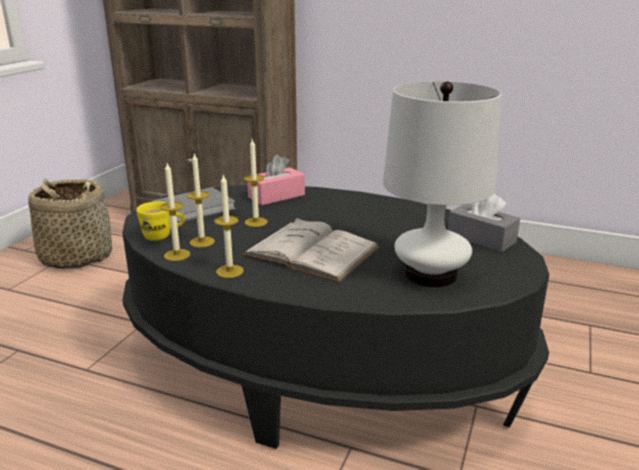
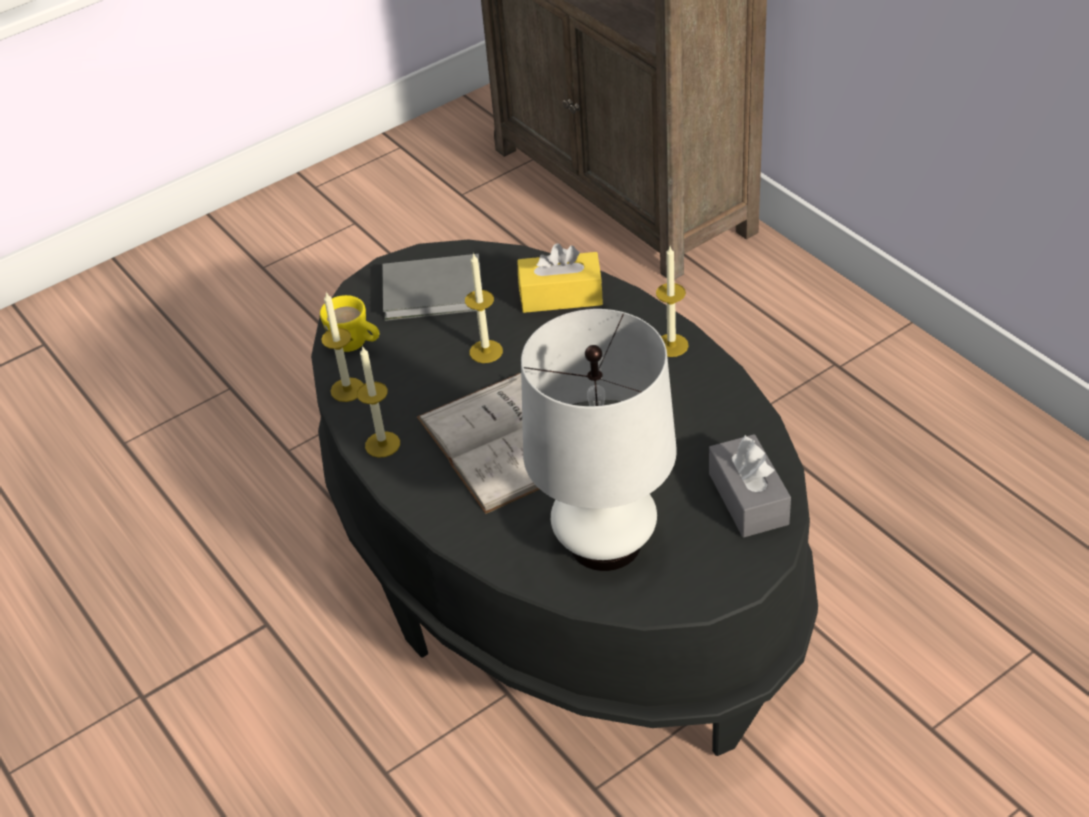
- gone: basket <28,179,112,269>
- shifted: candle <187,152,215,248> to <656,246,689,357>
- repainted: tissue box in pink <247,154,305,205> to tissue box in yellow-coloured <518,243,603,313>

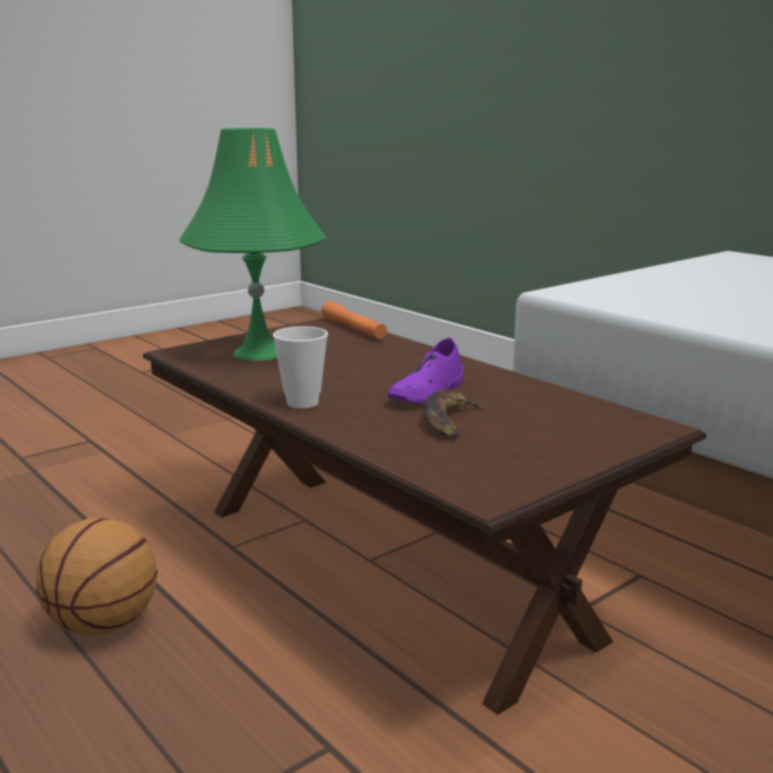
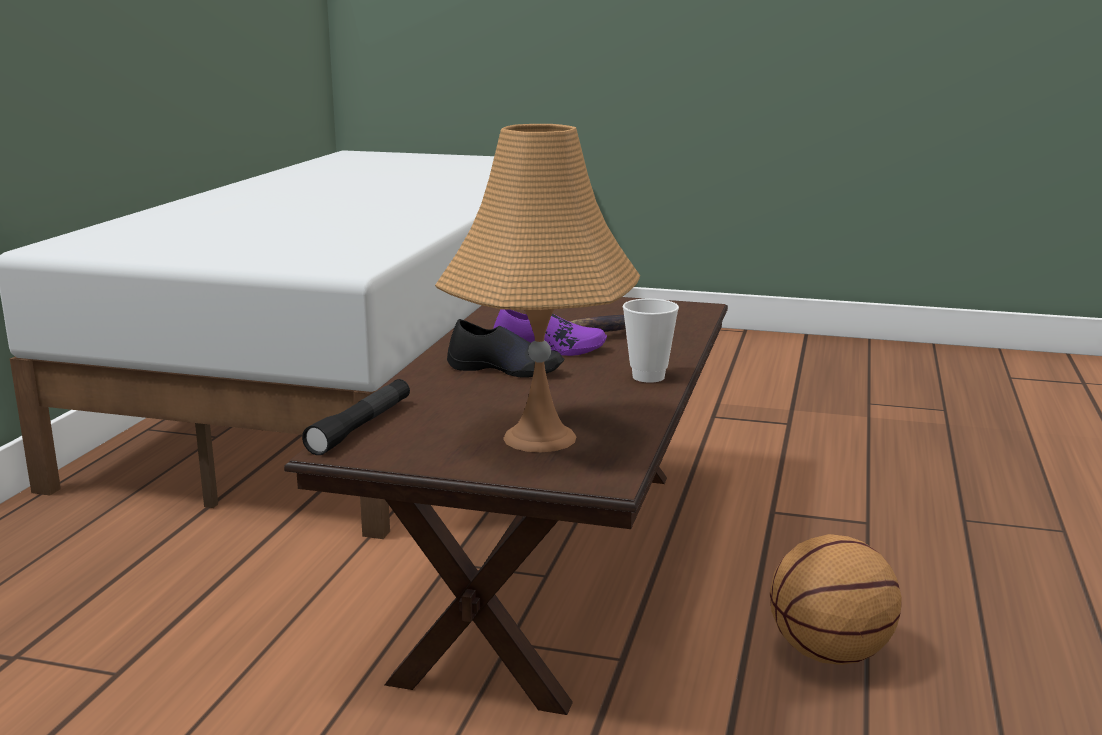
- new: item of footwear in blackish <447,319,564,378>
- repainted: tabletop lamp in greenish <179,128,327,361> to tabletop lamp in orangey <435,124,640,452>
- repainted: torch in orangey <321,301,387,339> to torch in blackish <302,379,410,455>

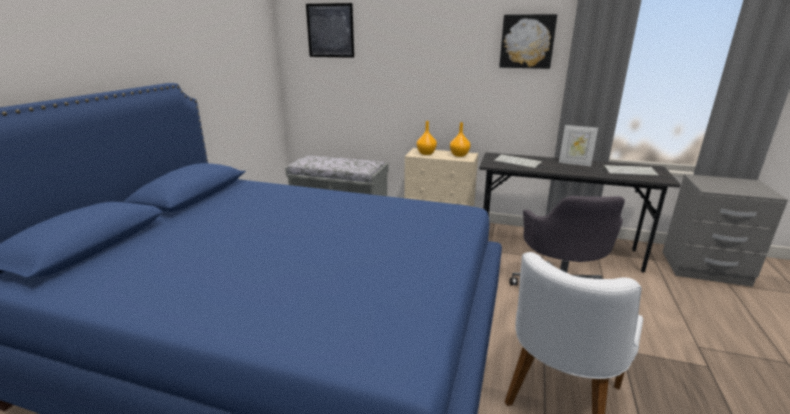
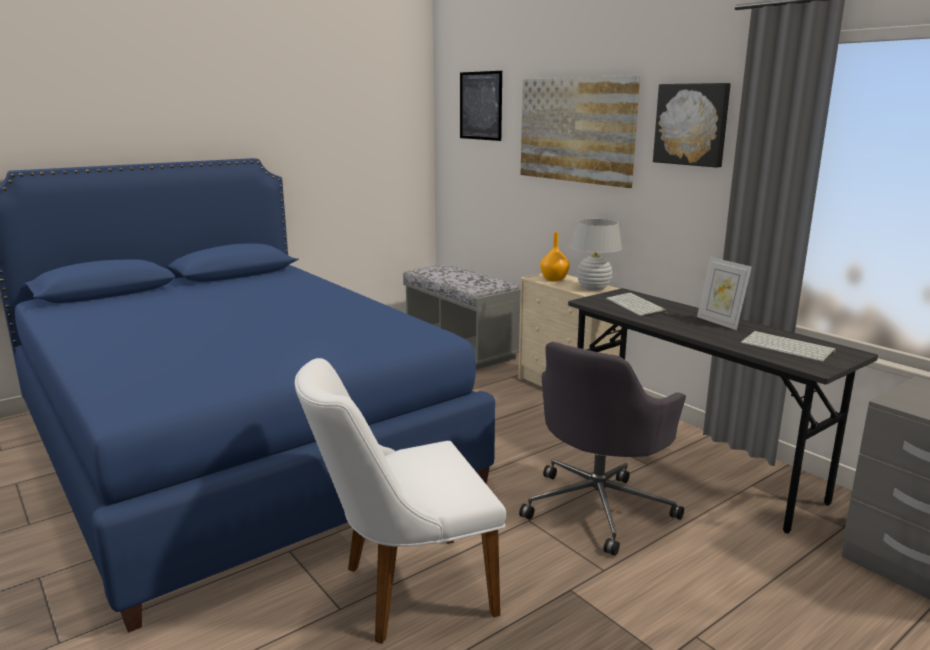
- new: wall art <521,76,640,188>
- swapped: vase in orangey <450,122,470,157> to tabletop lamp in white <570,219,622,290>

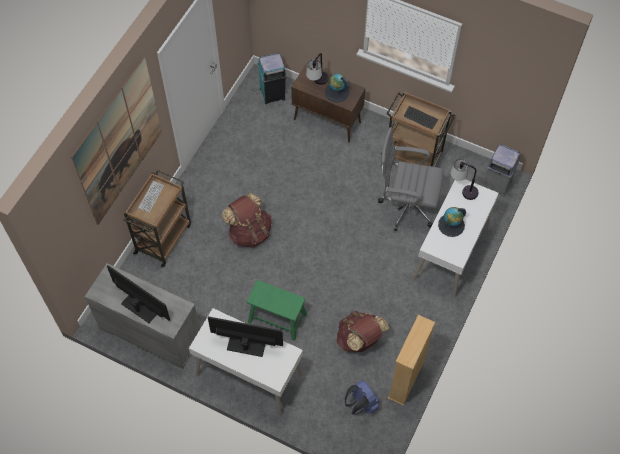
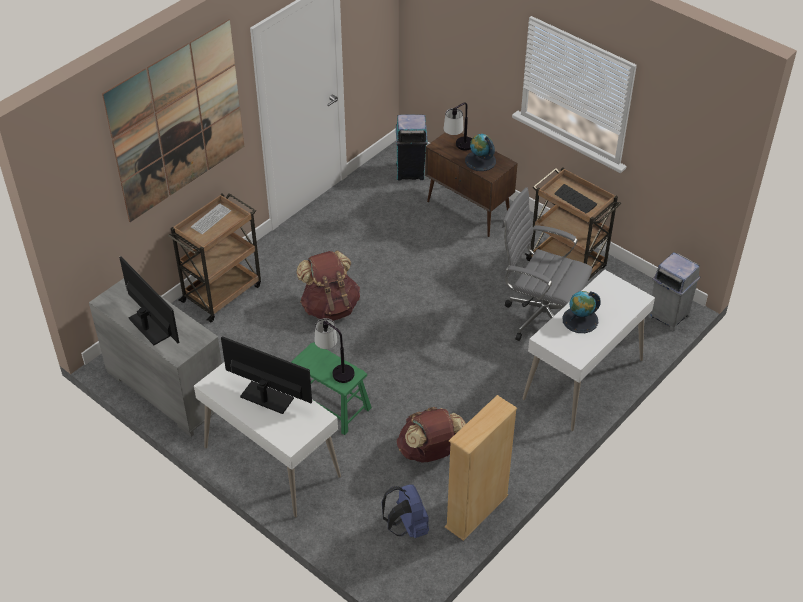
- shifted: tabletop lamp <450,159,479,200> to <314,318,354,383>

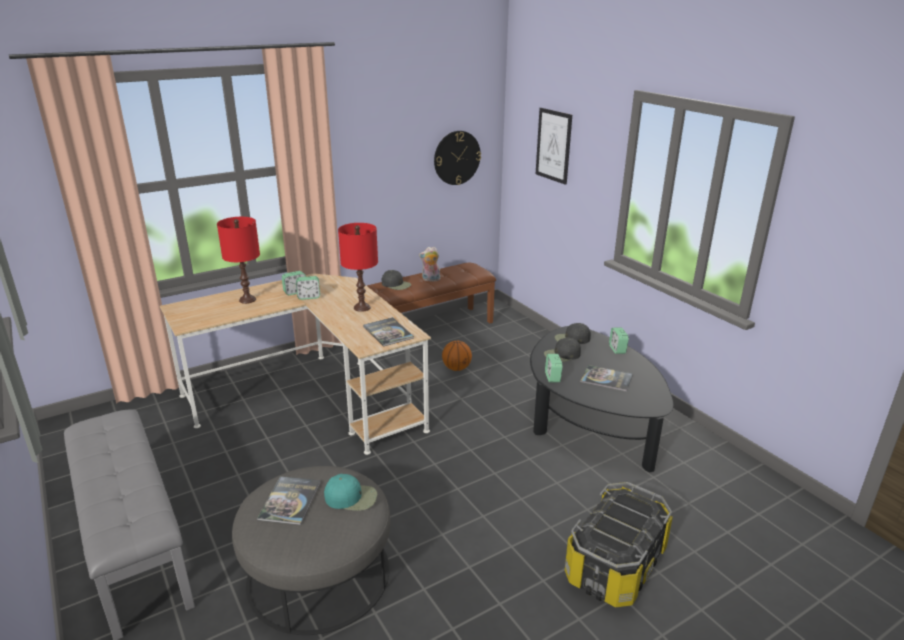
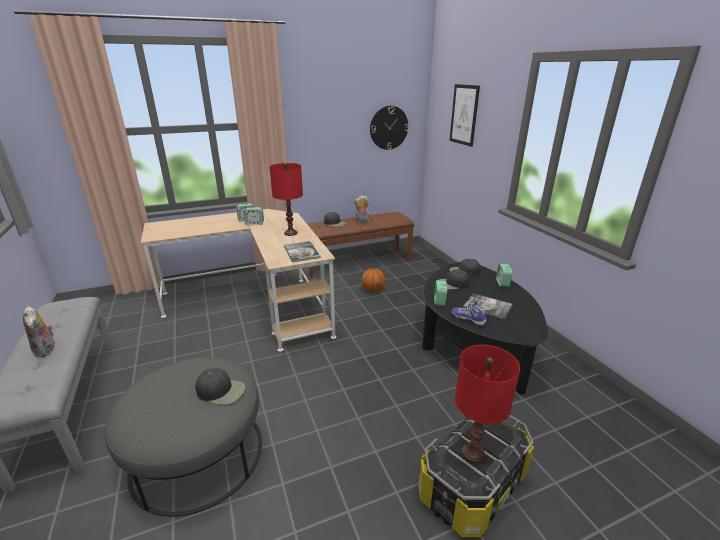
- gone: bound book <257,476,321,525>
- new: cuddly toy <23,306,55,357>
- new: item of footwear <451,302,487,327>
- shifted: tabletop lamp in red-coloured <217,217,260,304> to <455,345,520,463>
- repainted: cap in turquoise-coloured <324,474,377,511> to cap in blackish <195,368,245,405>

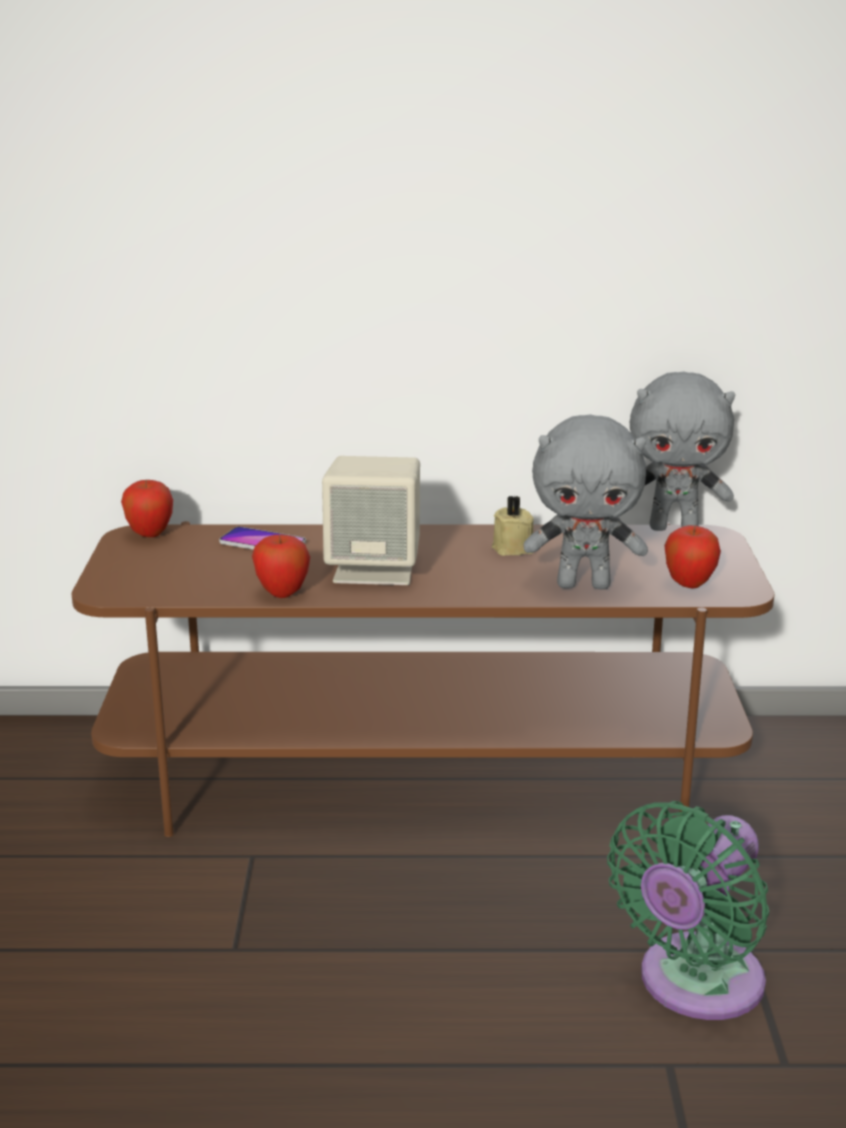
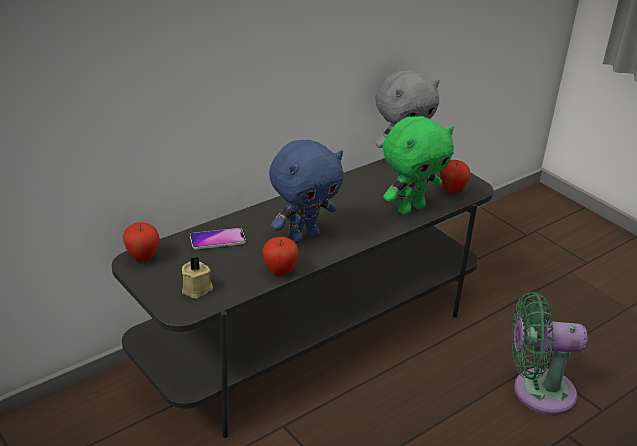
- shifted: candle in sand-coloured <492,496,534,556> to <182,256,213,299>
- swapped: loudspeaker in sand-coloured <322,456,420,585> to cuddly toy in bluish <269,140,344,243>
- repainted: media console in brownish <71,521,775,837> to media console in gray <112,158,494,438>
- repainted: cuddly toy in gray <524,414,648,590> to cuddly toy in greenish <383,116,454,215>
- rotated: cooling fan in greenish <607,801,769,1020> = <511,292,587,415> 90 degrees clockwise

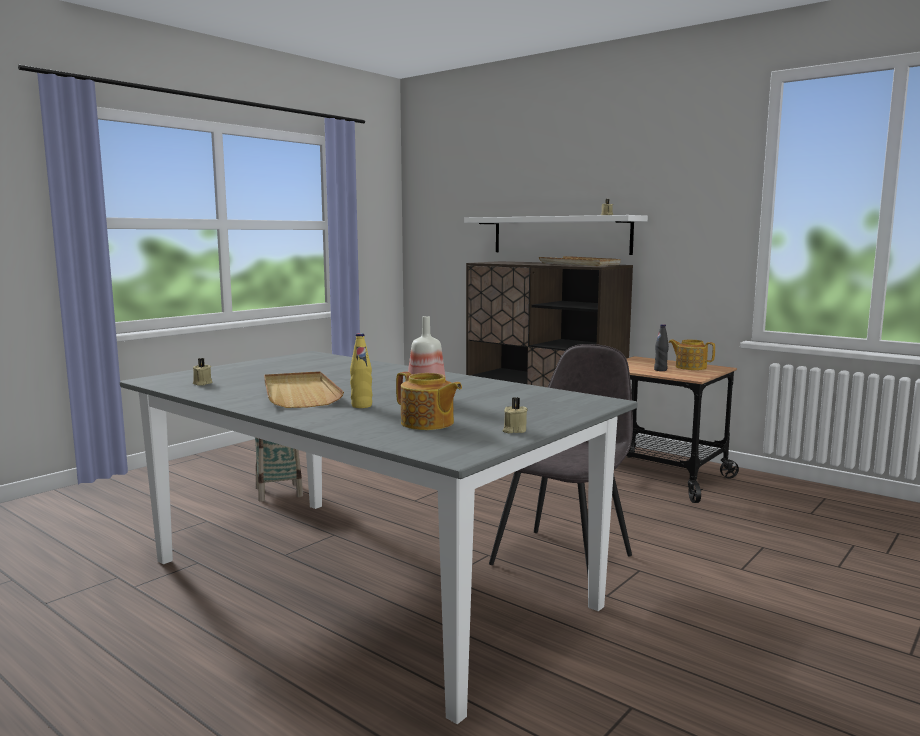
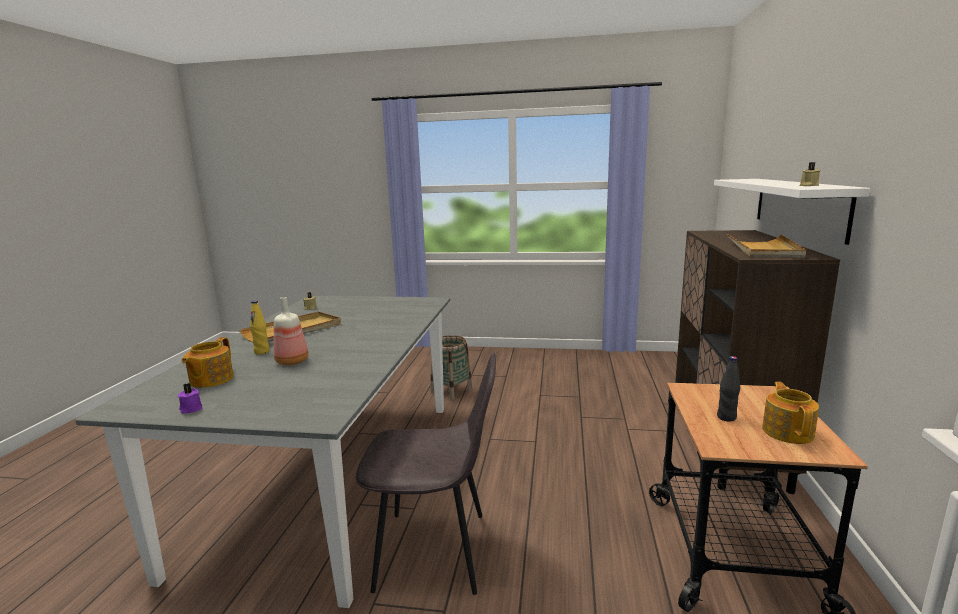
- repainted: candle in sand-coloured <503,397,528,433> to candle in purplish <178,383,203,414>

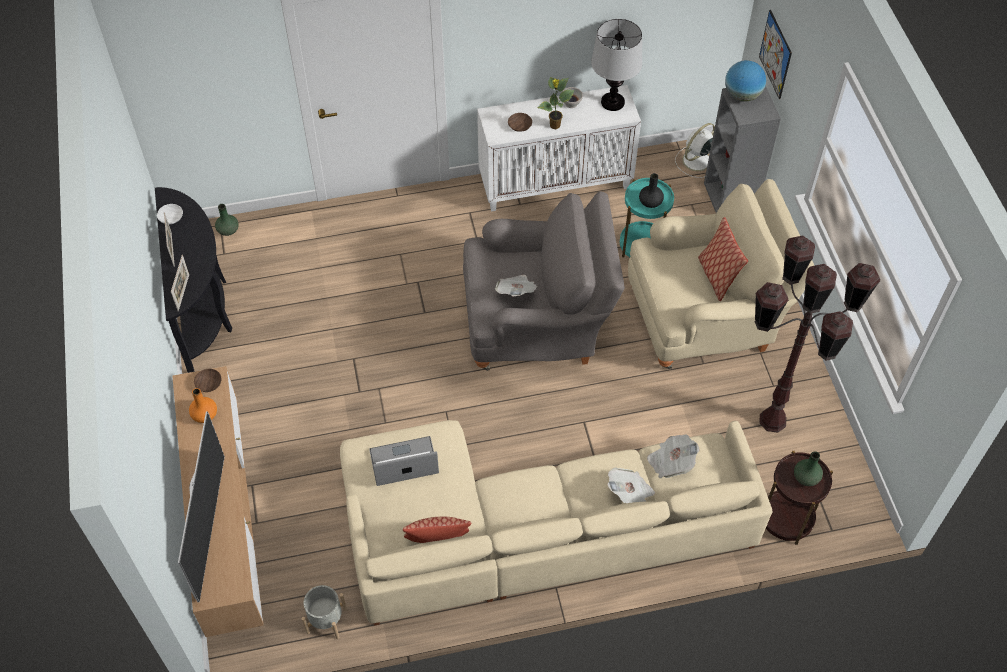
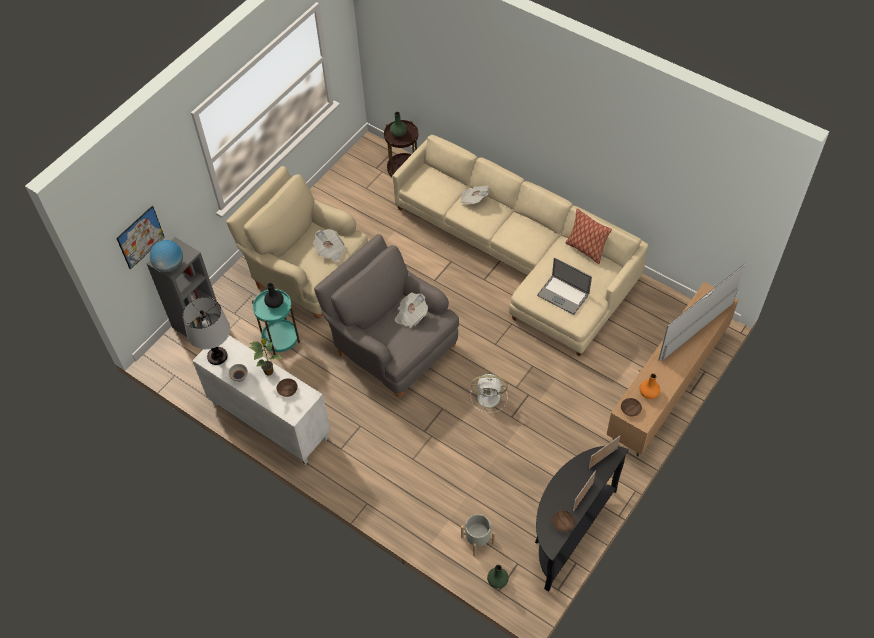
- gone: cushion <698,217,748,301>
- gone: standing lamp in brownish <755,235,880,433>
- shifted: flower pot in gray <302,585,347,639> to <461,514,495,556>
- shifted: printed paper <647,434,700,478> to <313,229,346,262>
- shifted: cooling fan in white <675,123,715,178> to <470,373,508,413>
- repainted: bowl in white <157,204,183,224> to bowl in brownish <552,510,575,532>

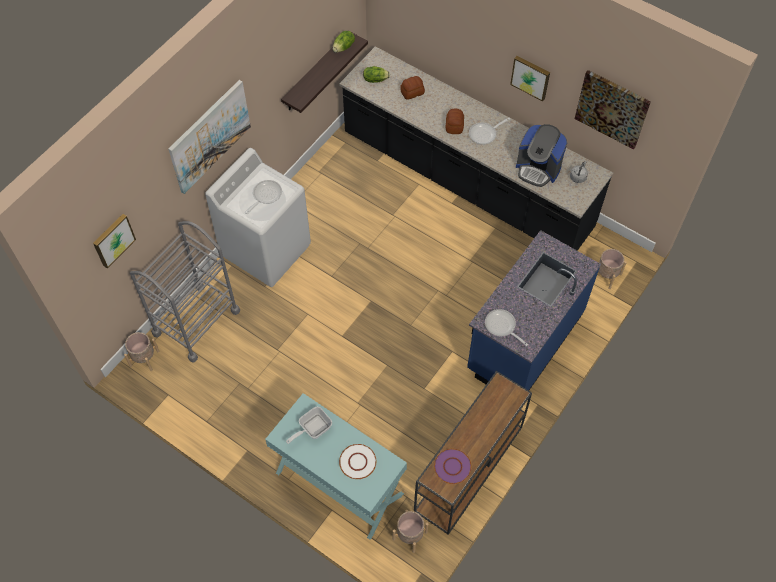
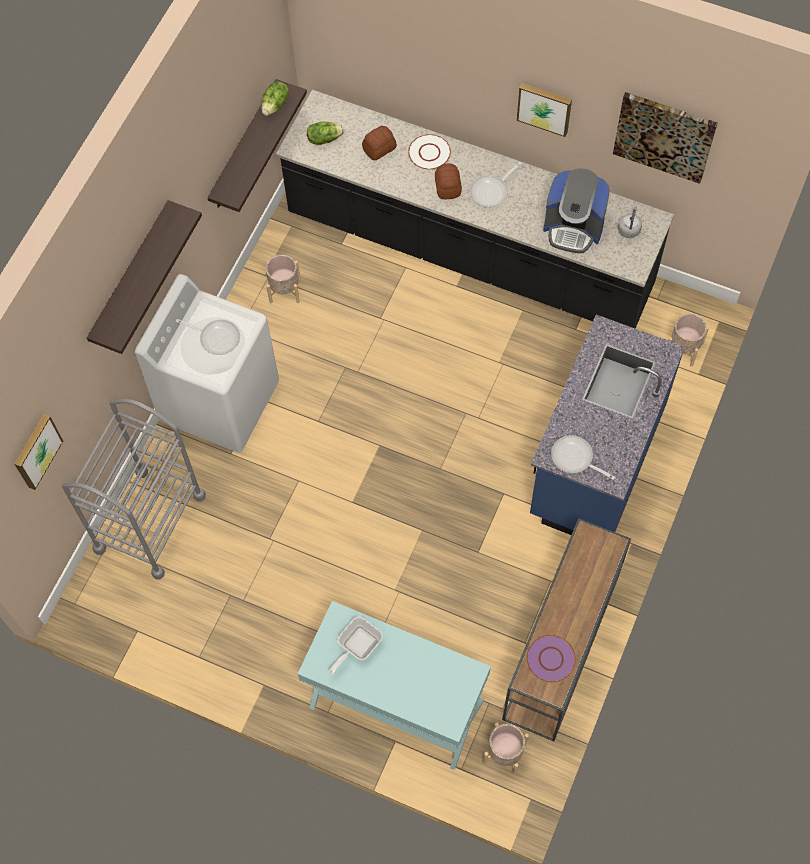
- shifted: flower pot in sand-coloured <124,332,159,371> to <266,255,300,303>
- shifted: plate in white <339,444,376,479> to <408,134,451,170>
- swapped: wall art <168,80,251,194> to bracket shelf <87,200,202,354>
- rotated: pan <246,180,282,214> = <176,319,240,355> 90 degrees clockwise

